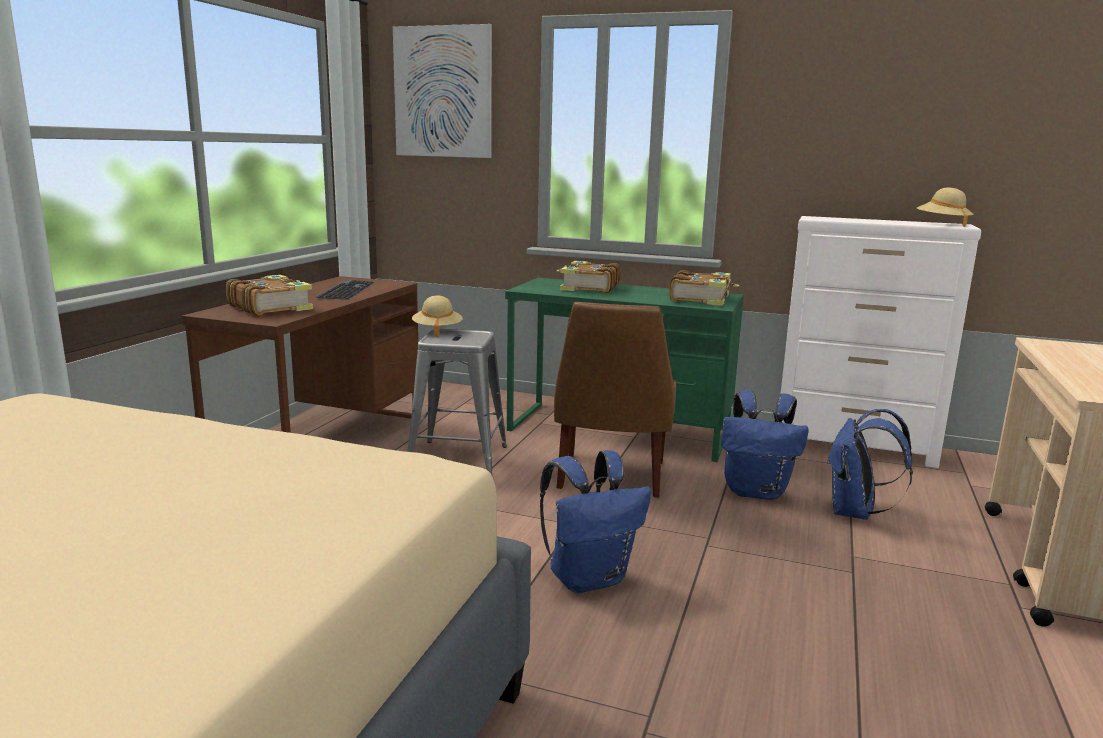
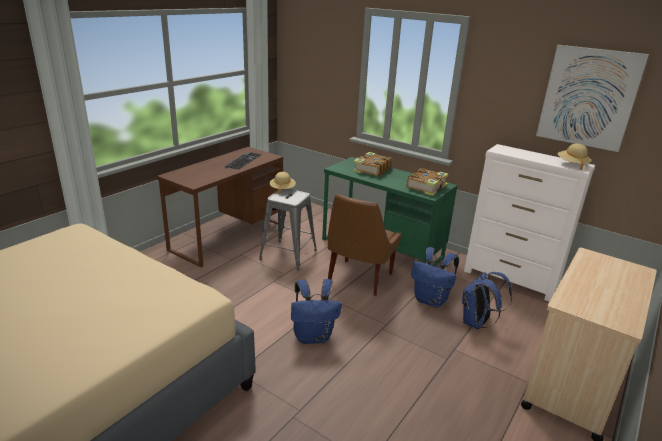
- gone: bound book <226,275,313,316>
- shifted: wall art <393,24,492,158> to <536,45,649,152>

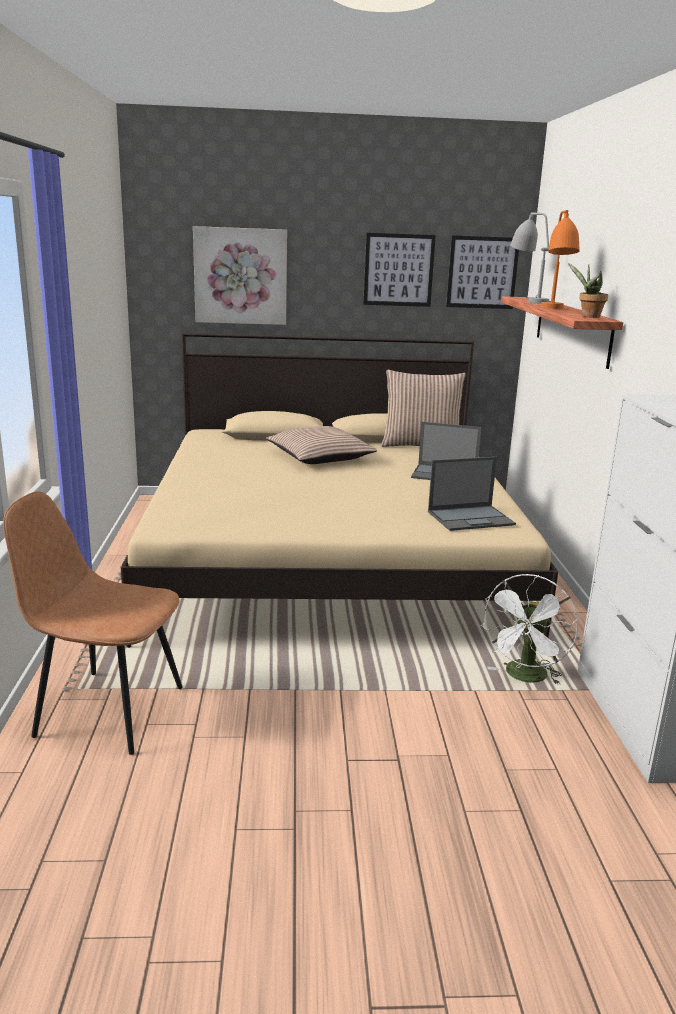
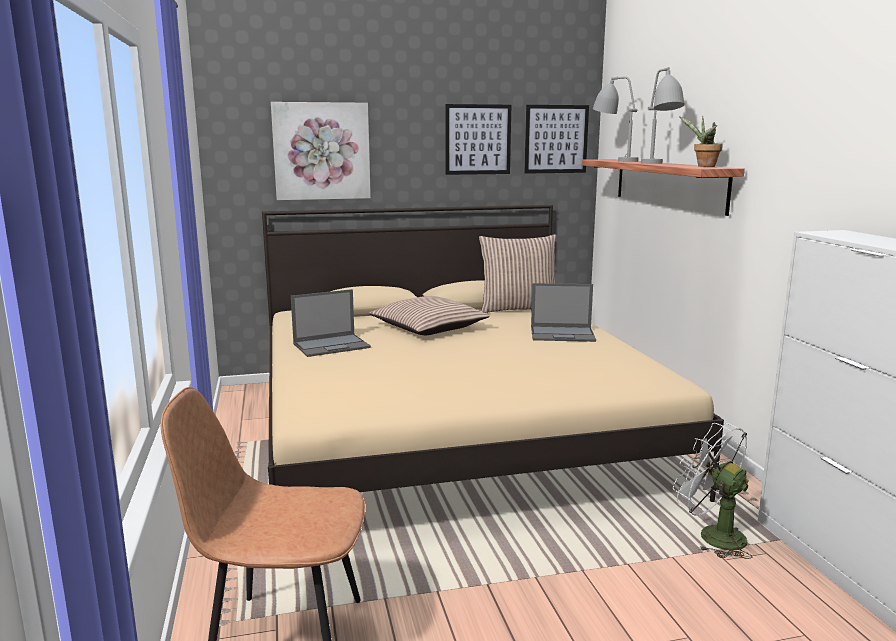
- shifted: portable computer <428,457,516,531> to <291,289,371,357>
- repainted: tabletop lamp in orangey <541,210,580,309> to tabletop lamp in gray <641,67,685,164>
- rotated: cooling fan in white <480,574,578,684> = <673,423,752,559> 120 degrees clockwise

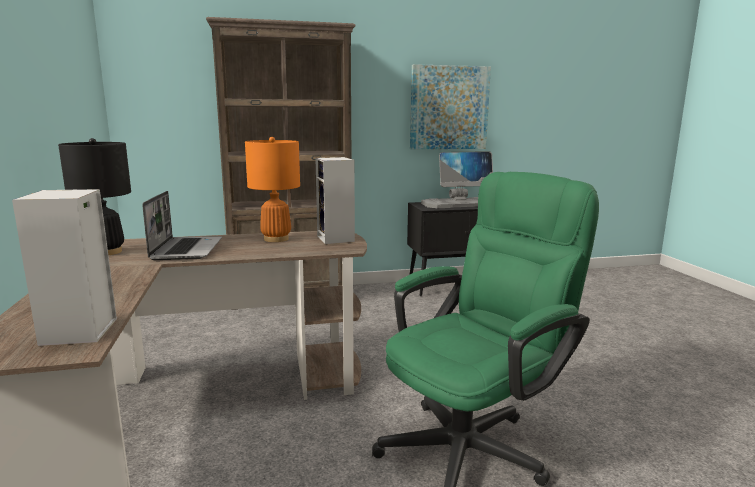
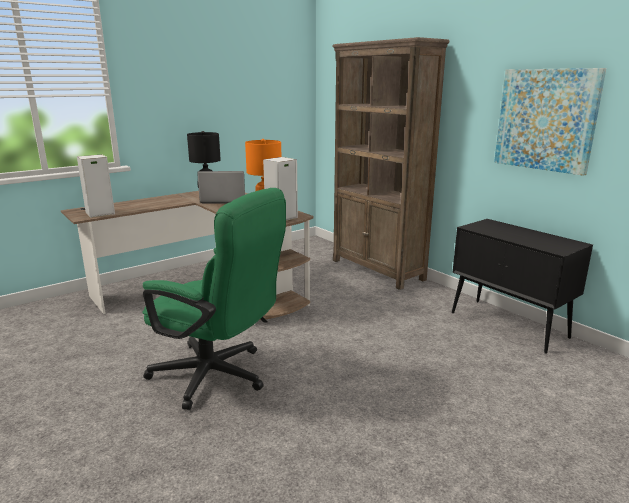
- gone: monitor <421,151,493,208>
- rotated: portable computer <142,191,222,260> = <197,171,246,204> 150 degrees counterclockwise

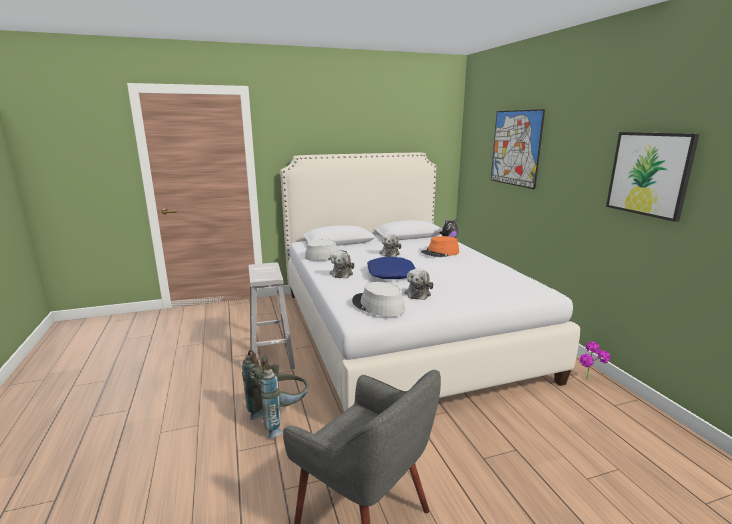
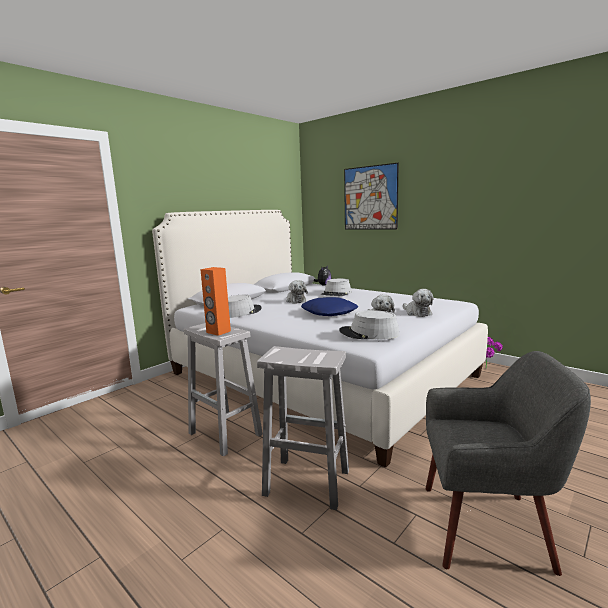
- gone: wall art <606,132,700,222>
- new: loudspeaker in orangey <200,267,231,336>
- shifted: cuddly toy <330,251,355,278> to <403,289,434,317>
- swapped: rucksack in gray <242,350,308,438> to stool in white <257,346,349,510>
- repainted: clothing hat in orangey <421,236,459,257> to clothing hat in gray <321,279,351,296>

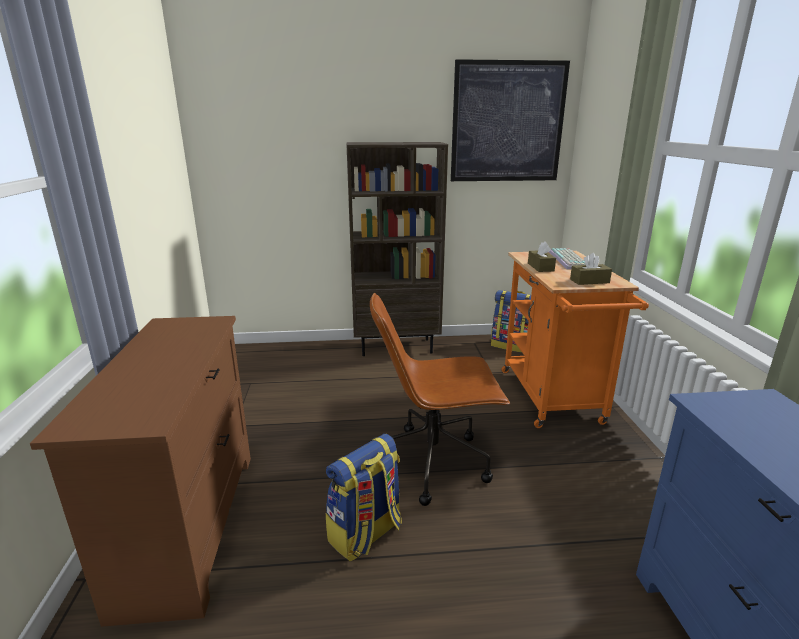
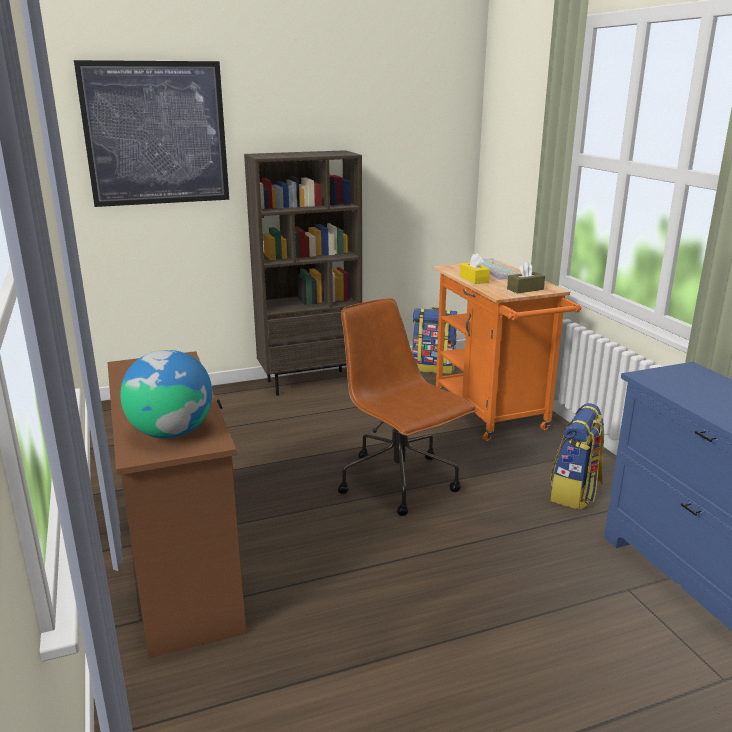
- new: globe <120,350,212,438>
- shifted: rucksack <326,434,402,562> to <550,403,604,509>
- shifted: wall art <451,59,570,181> to <74,60,229,207>
- repainted: tissue box in brownish <528,242,556,272> to tissue box in yellow-coloured <460,253,490,284>
- rotated: office chair in brownish <370,293,510,506> = <338,298,477,516> 75 degrees clockwise

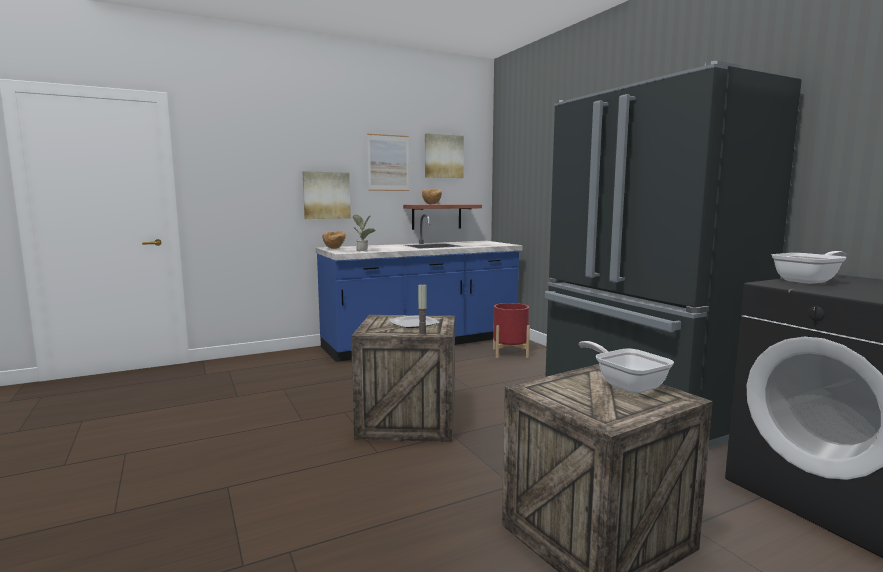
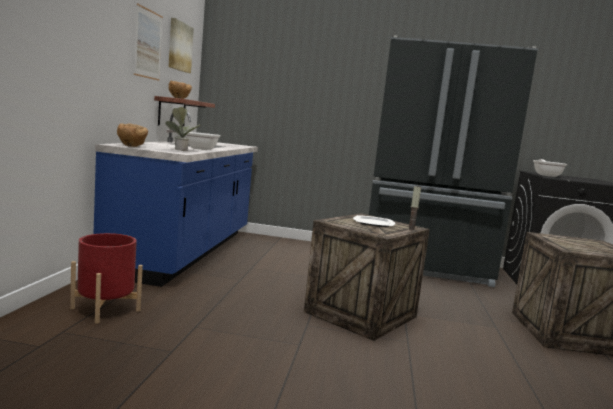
- gone: wall art <303,171,351,219>
- shifted: flower pot in red-coloured <493,303,530,358> to <70,233,143,324>
- shifted: pan <579,341,674,394> to <166,129,220,150>

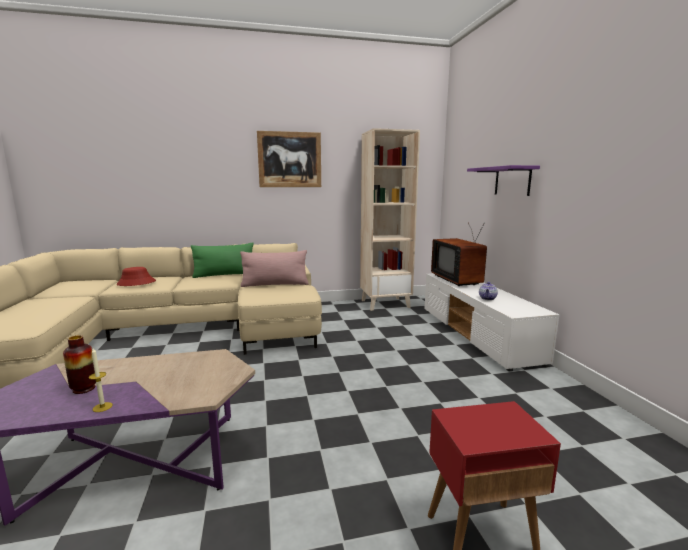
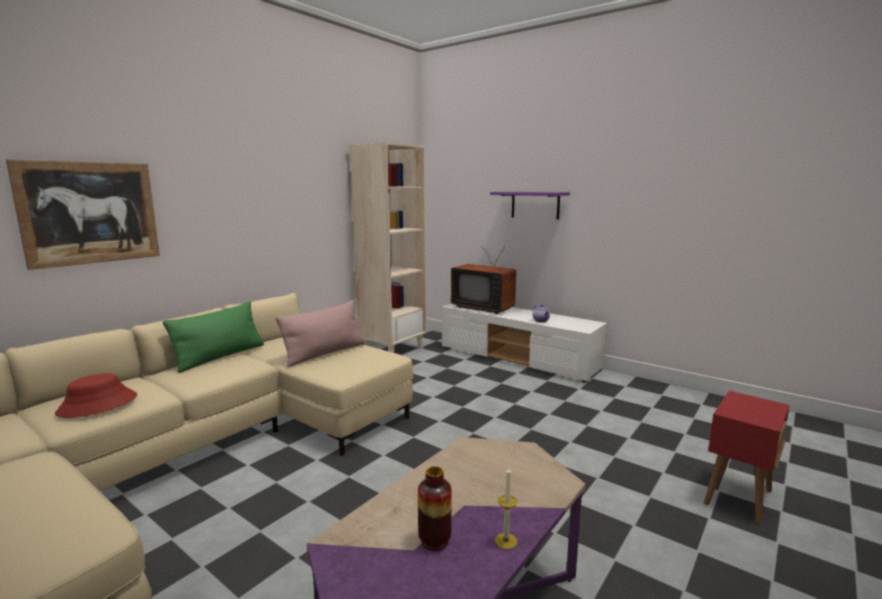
- shifted: wall art <257,131,321,187> to <6,159,160,270>

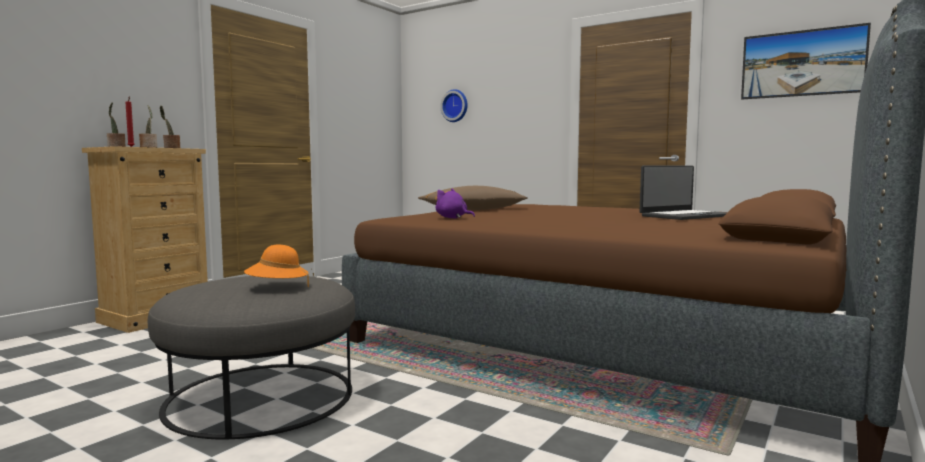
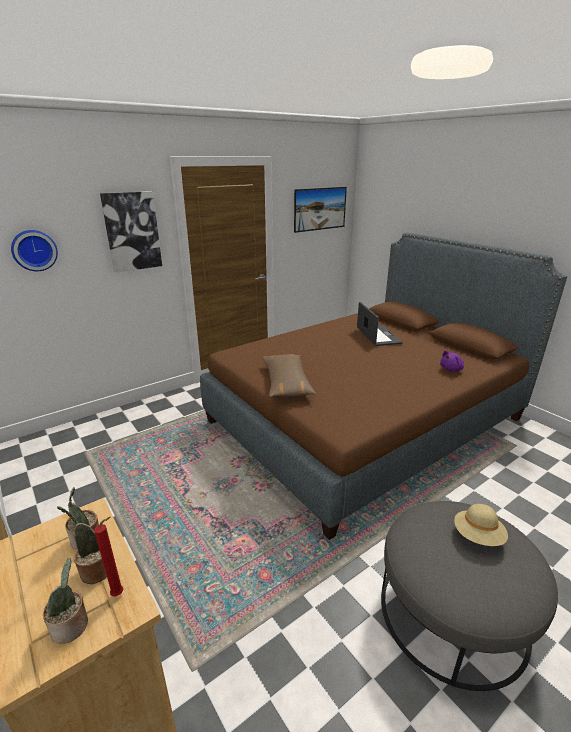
- new: wall art <100,191,162,273>
- shifted: cuddly toy in purplish <435,189,475,218> to <440,351,464,372>
- repainted: clothing hat in orangey <244,245,309,287> to clothing hat in sand-coloured <454,504,508,546>

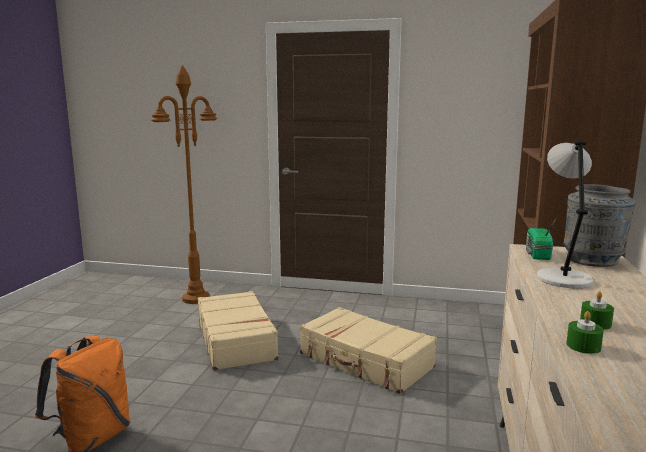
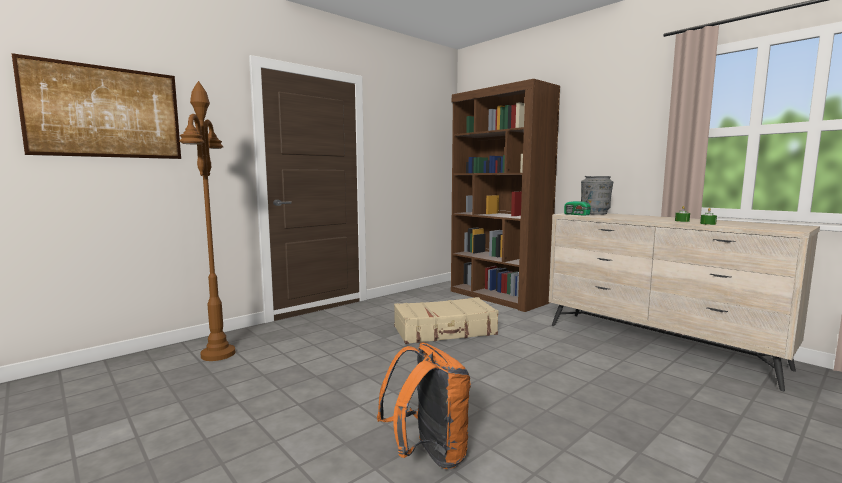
- gone: suitcase in sand-coloured <198,291,281,371>
- gone: tabletop lamp in gray <537,141,594,288>
- new: wall art <11,53,181,159>

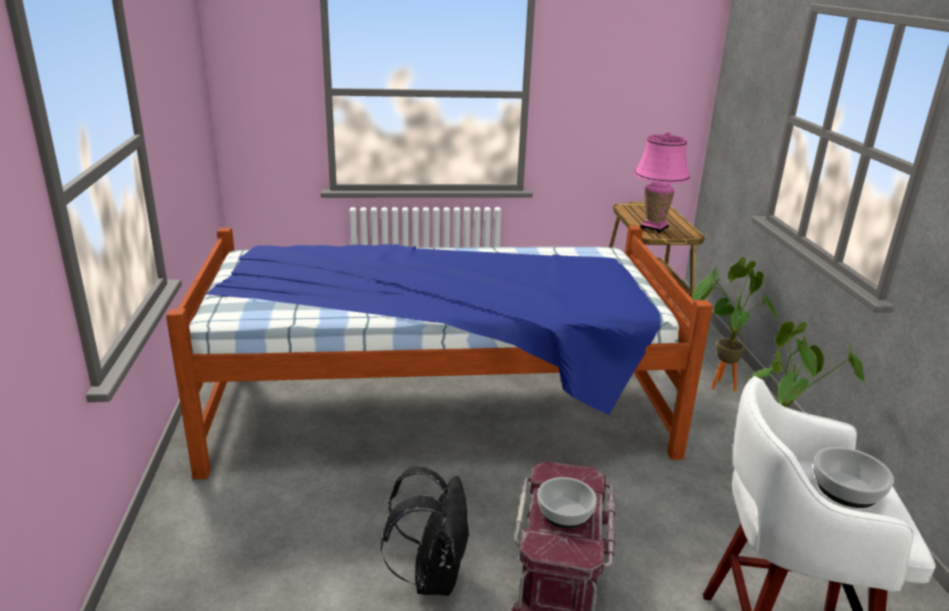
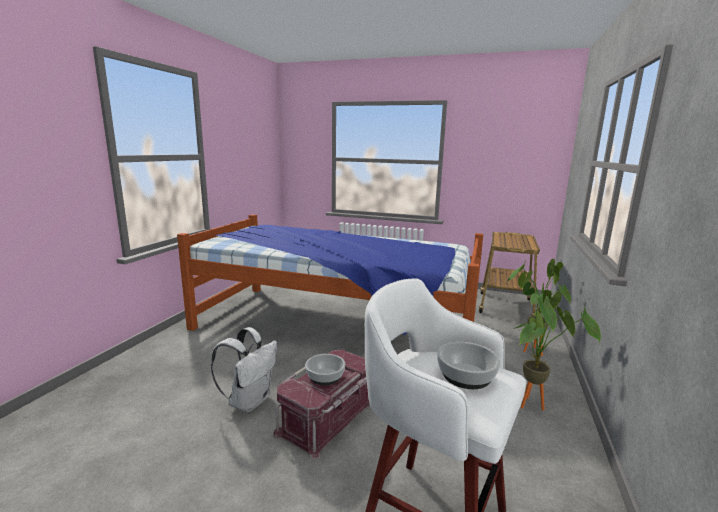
- gone: tabletop lamp in pink <634,132,690,233>
- repainted: rucksack in blackish <380,466,470,596> to rucksack in white <211,327,277,412>

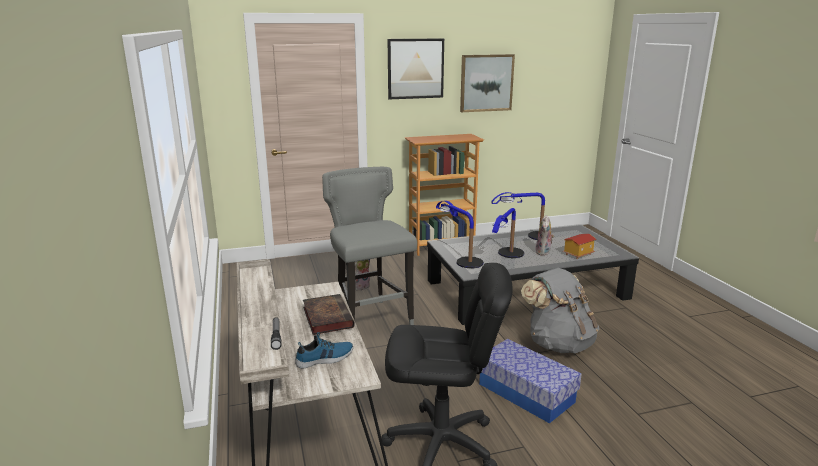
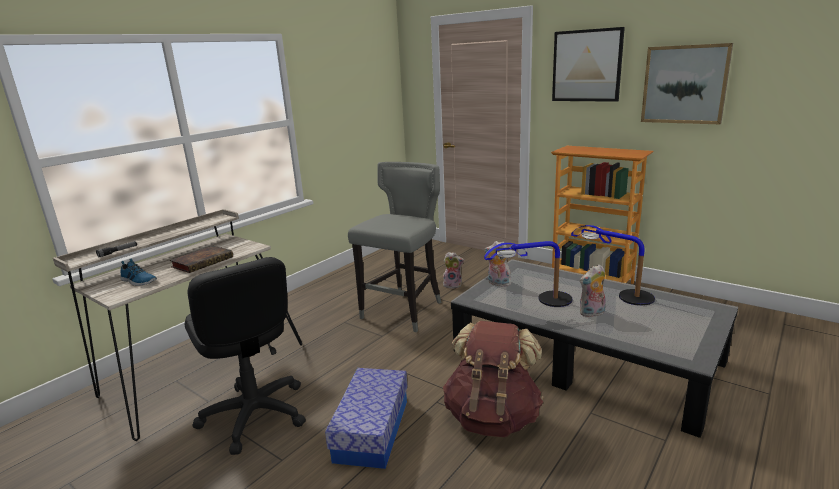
- gone: toy house <563,234,596,259>
- swapped: tabletop lamp <436,201,484,268> to cuddly toy <485,241,511,287>
- repainted: rucksack in gray <521,268,599,353> to rucksack in brownish <443,321,544,437>

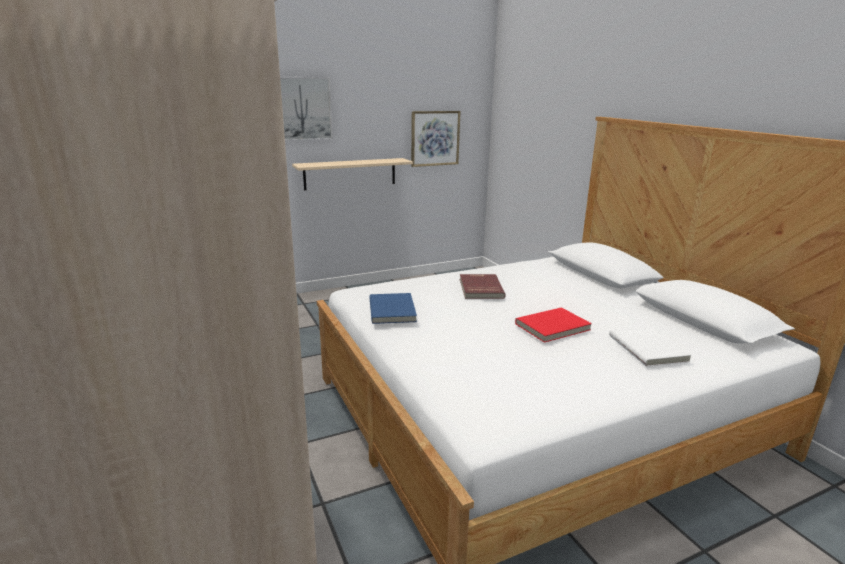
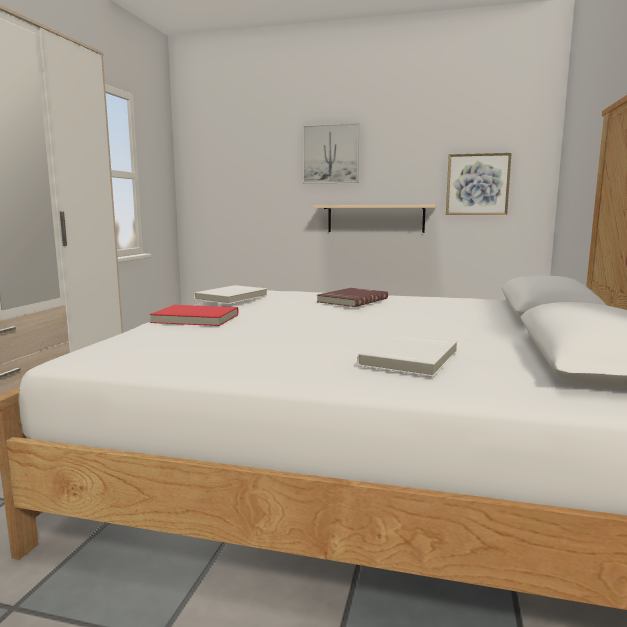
- shifted: bound book in red-coloured <515,307,592,343> to <150,305,239,326>
- repainted: bound book in bluish <369,293,417,324> to bound book in white <194,285,267,304>

